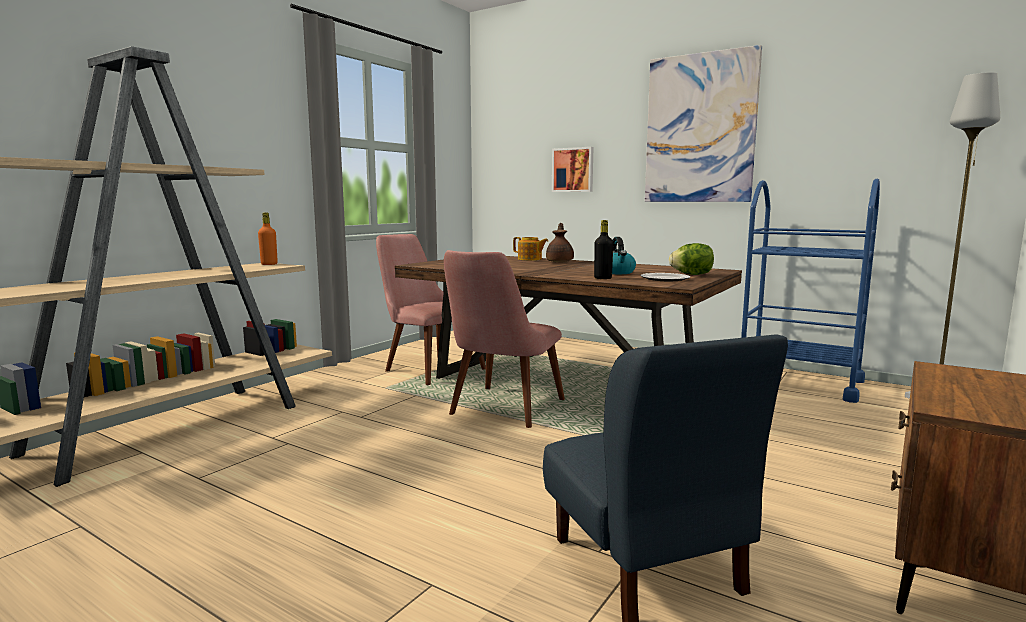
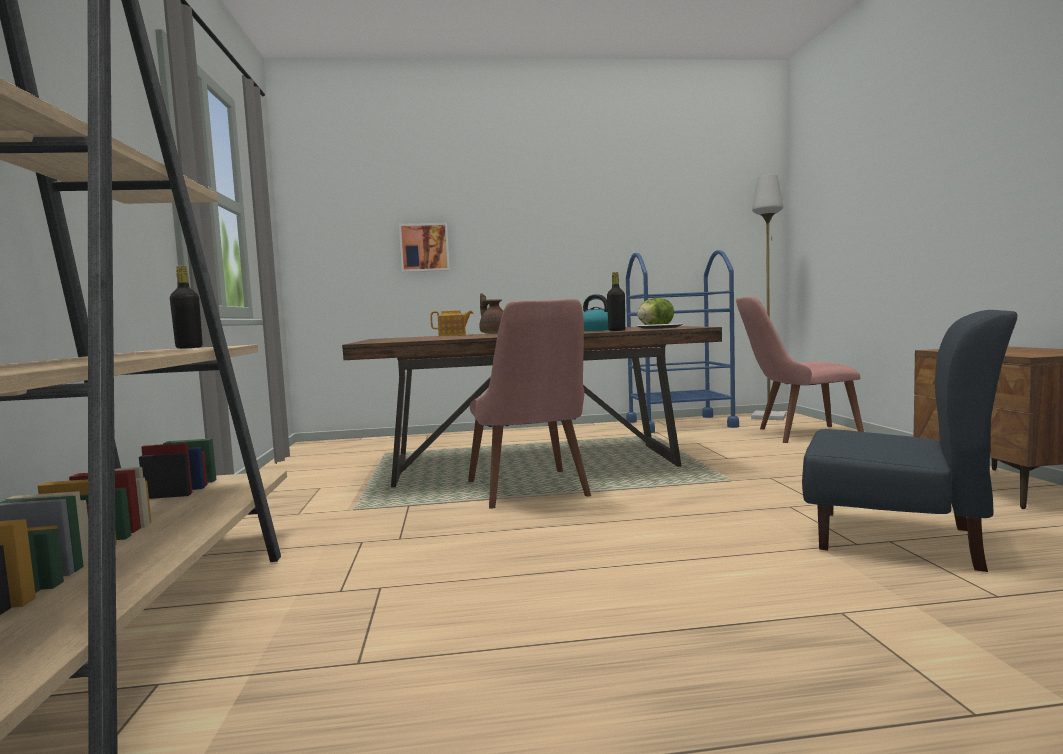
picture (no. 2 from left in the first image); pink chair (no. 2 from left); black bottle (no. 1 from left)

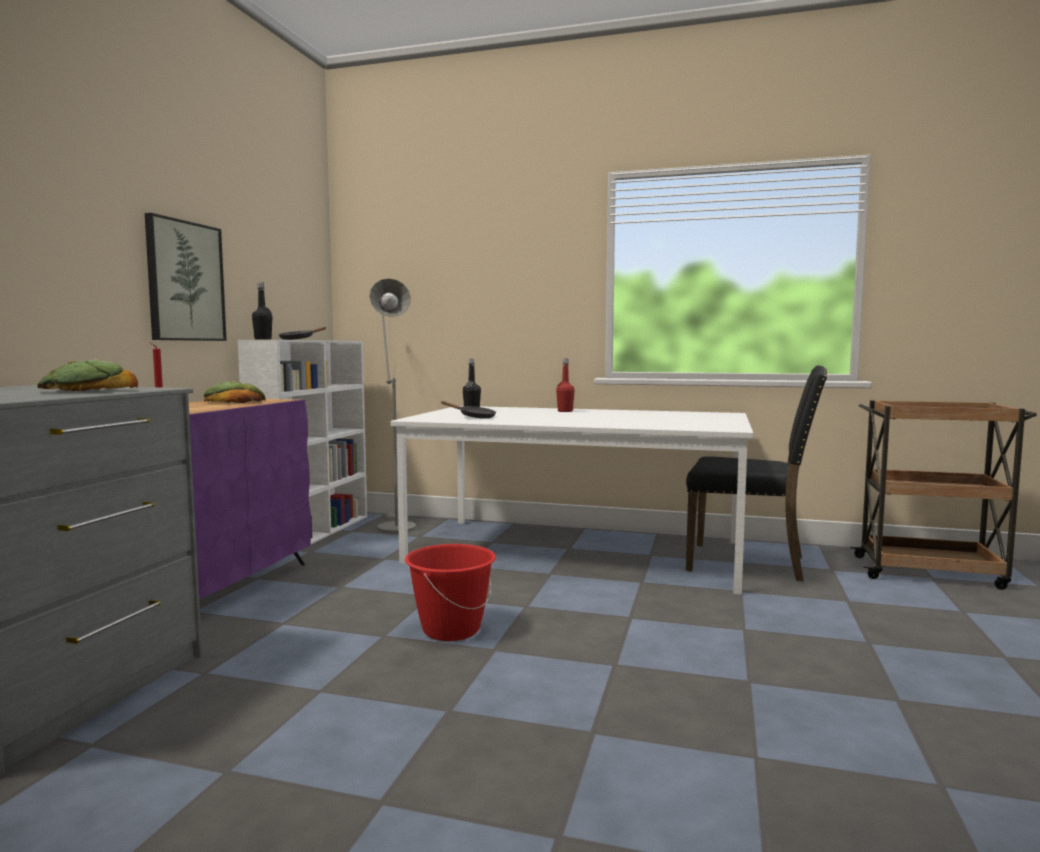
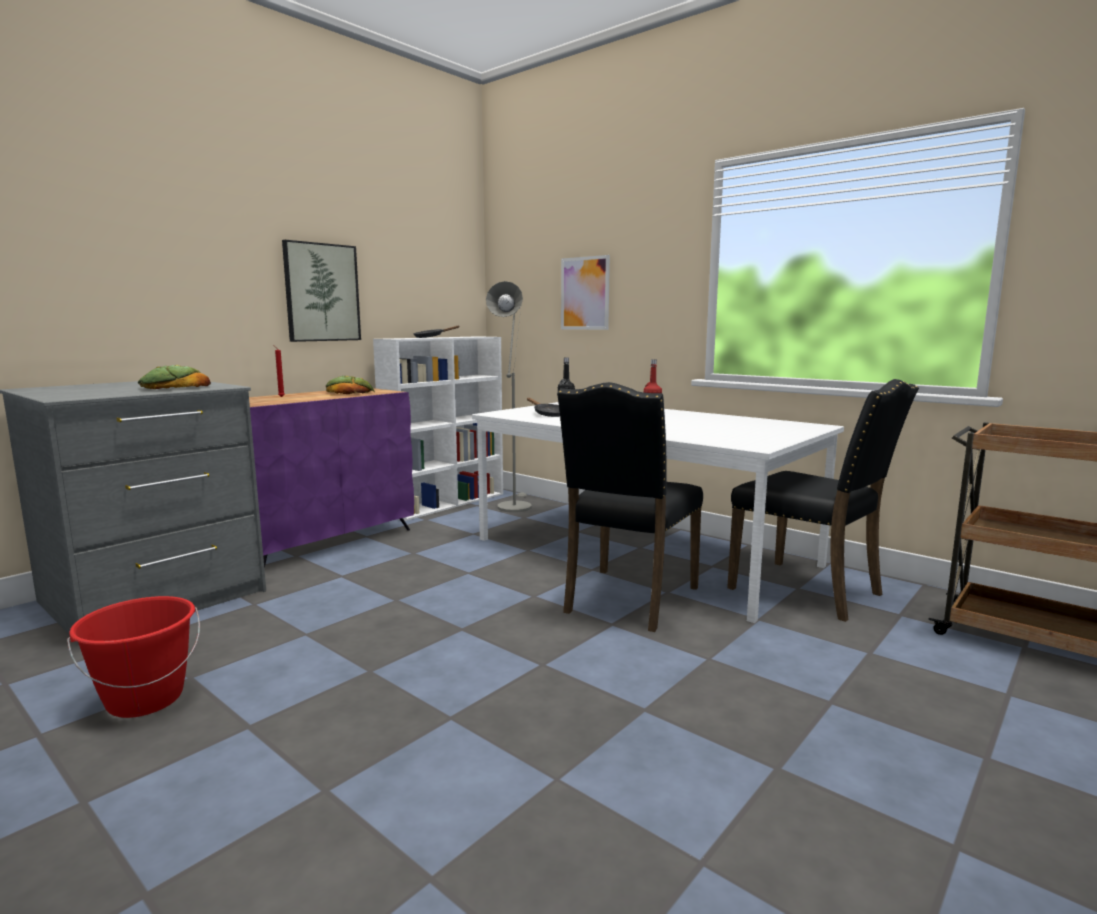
black bottle (no. 1 from left in the first image); black chair (no. 1 from left); picture (no. 2 from left); red bucket

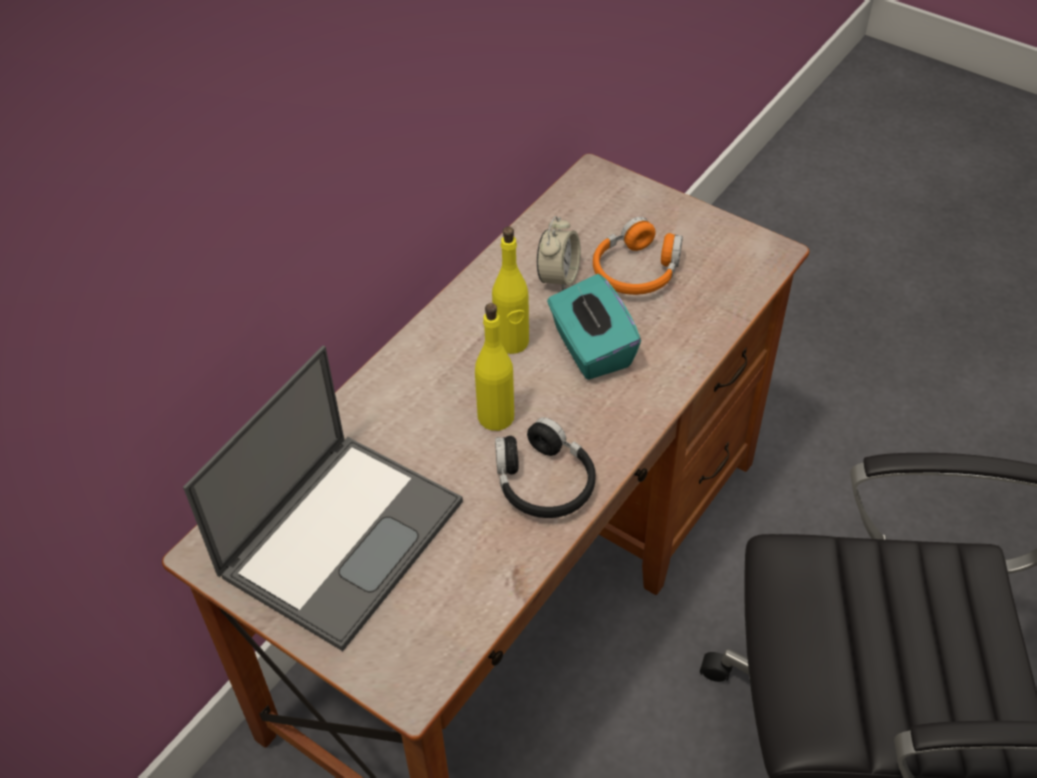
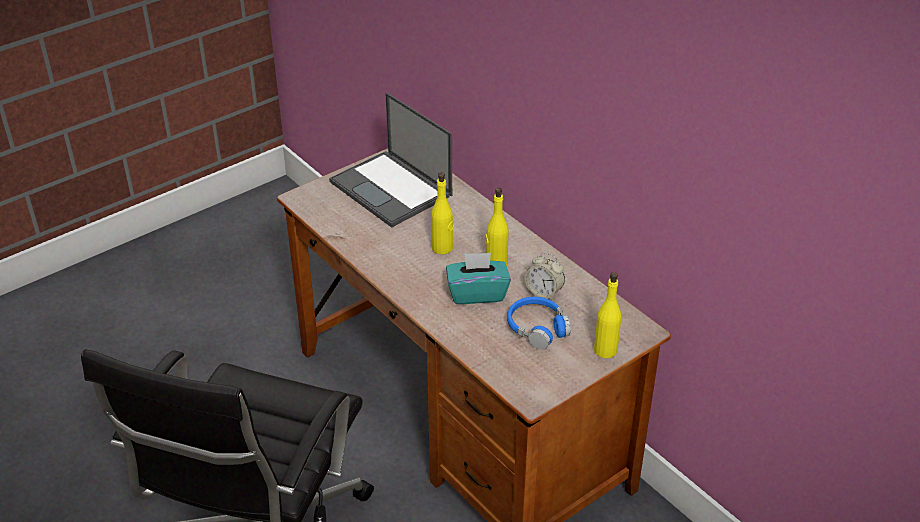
black headphones; yellow bottle (no. 3 from left); blue headphones

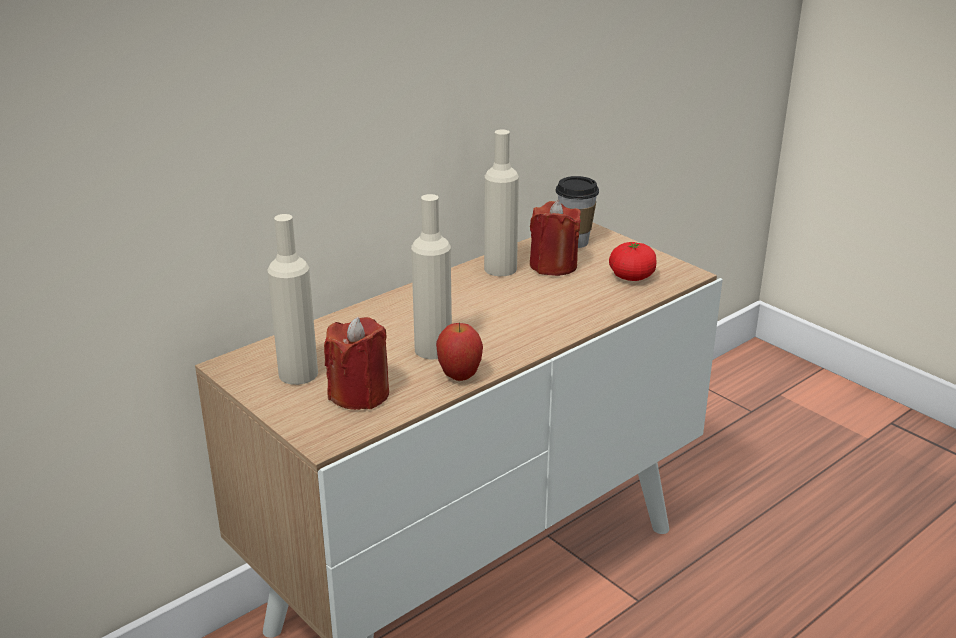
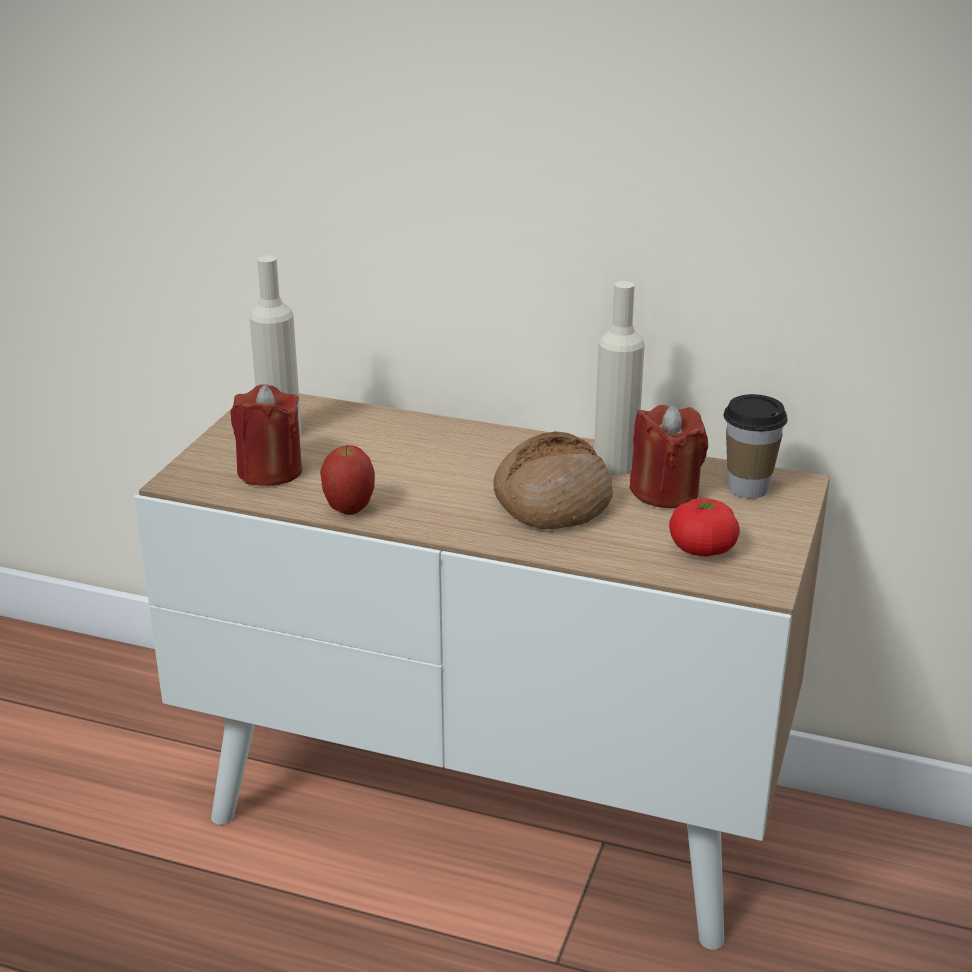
beige bottle (no. 2 from left in the first image); bread

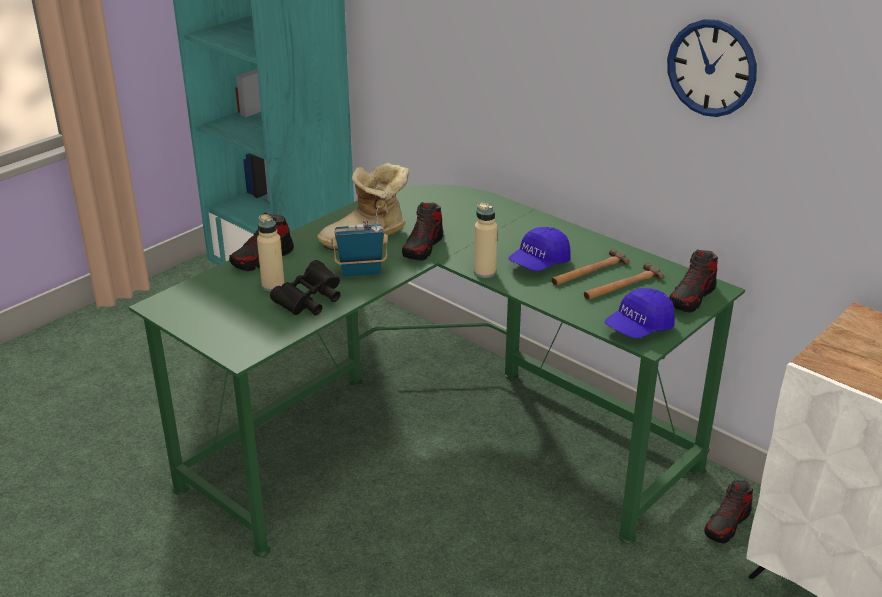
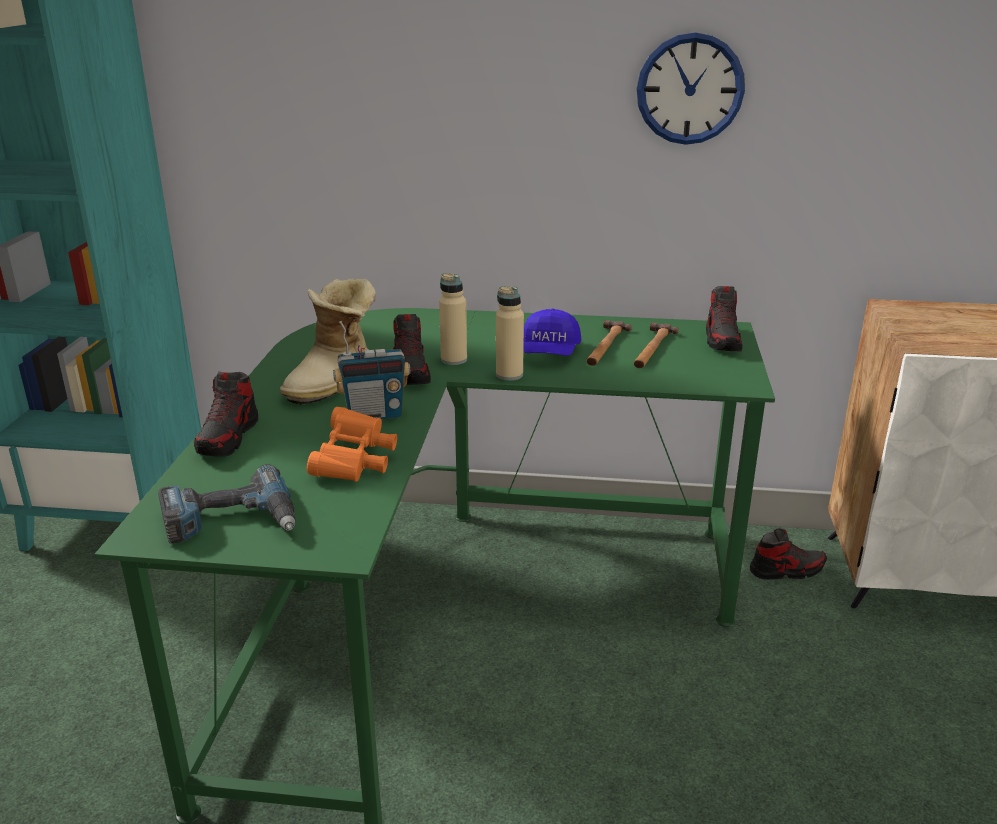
blue cap (no. 2 from left in the first image); power drill; beige bottle (no. 1 from left); orange binoculars; radio; shoe (no. 4 from left)

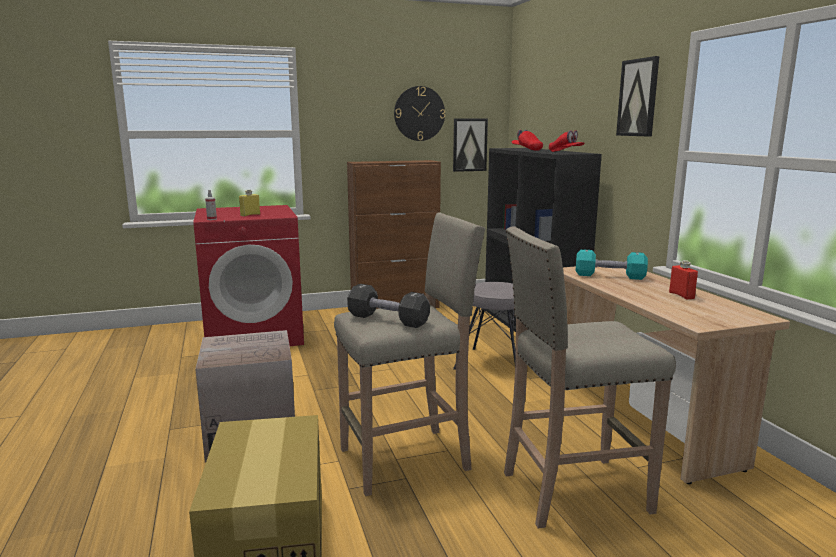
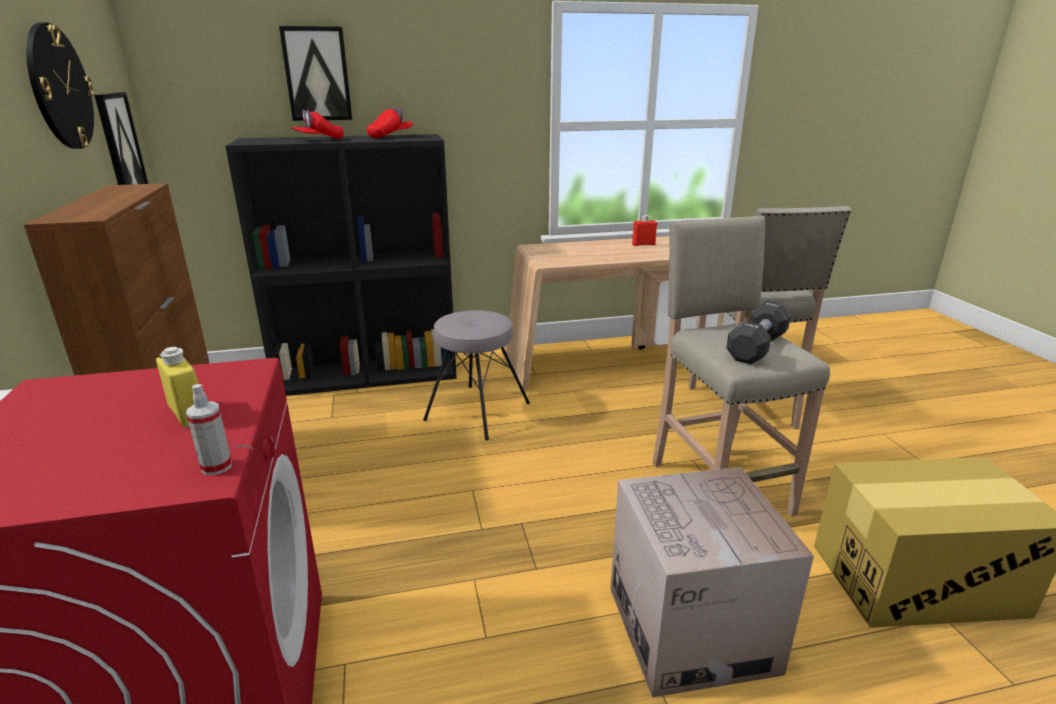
turquoise dumbbell; picture (no. 2 from left)

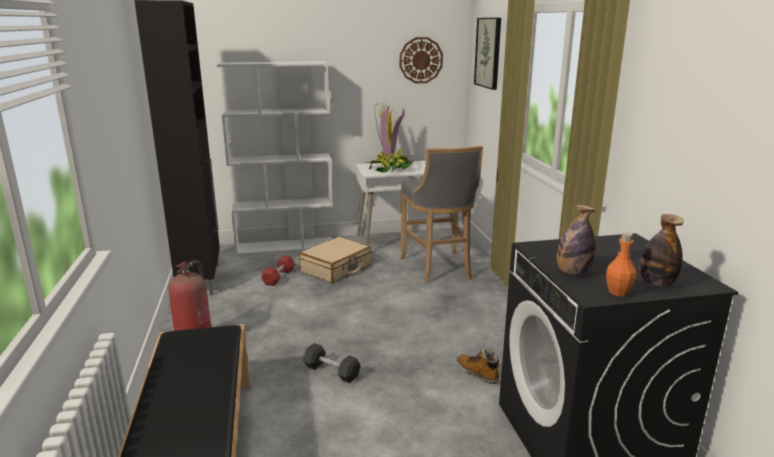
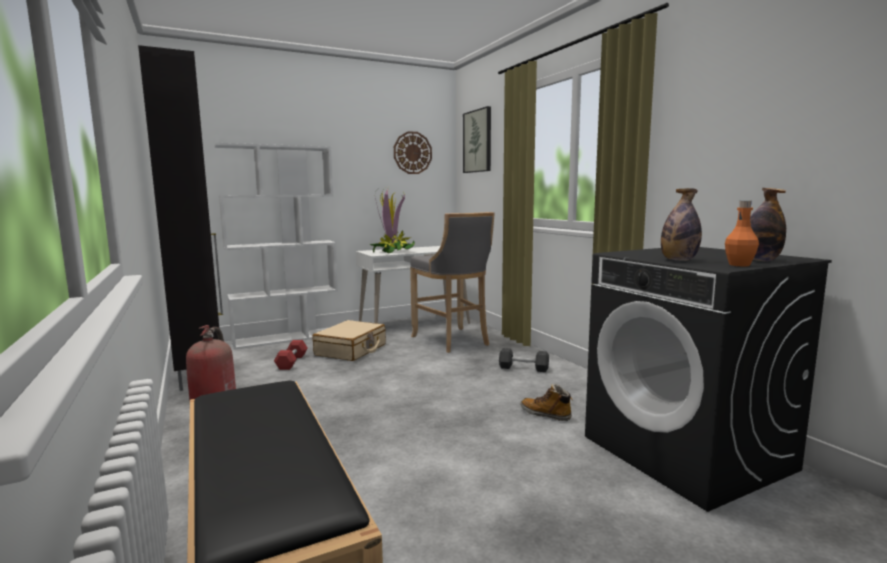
black dumbbell

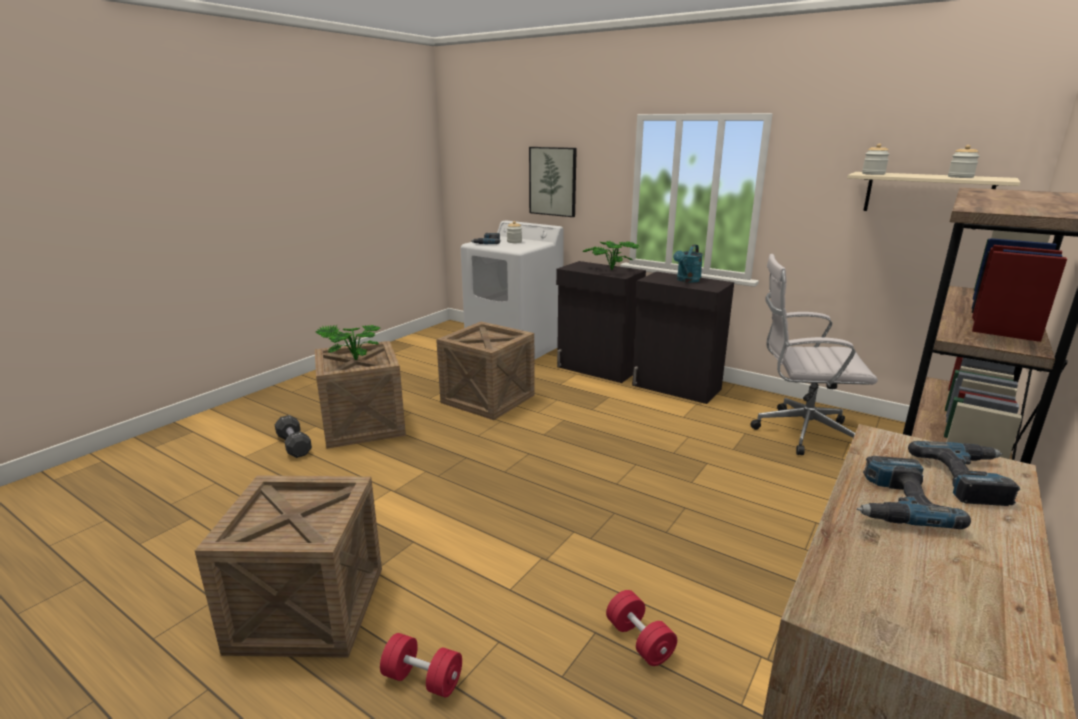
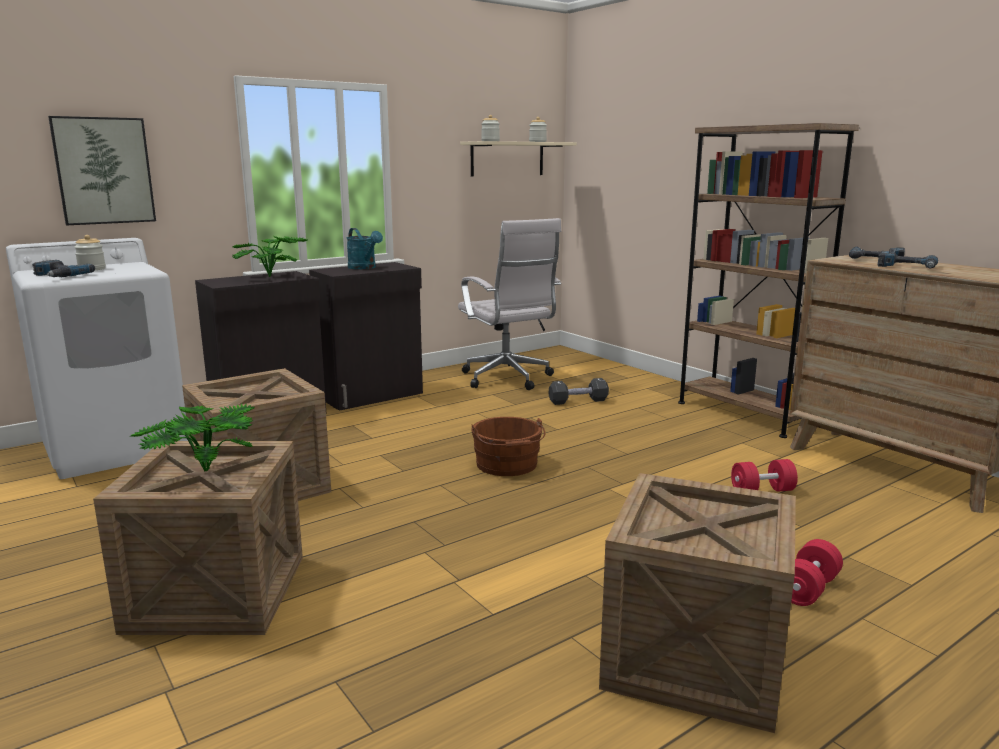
brown bucket; black dumbbell; white office chair

